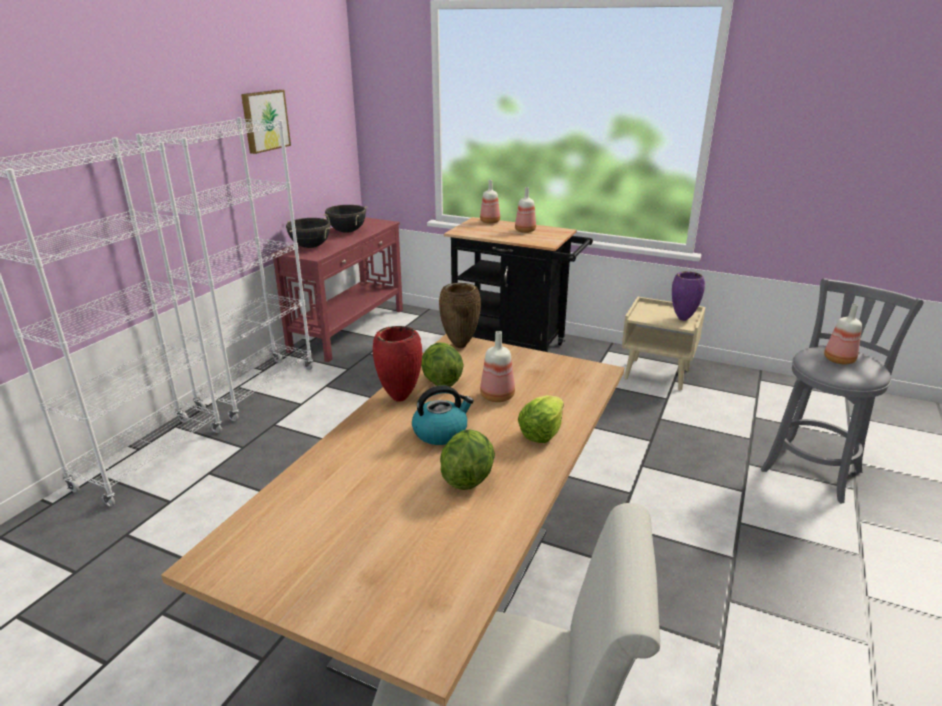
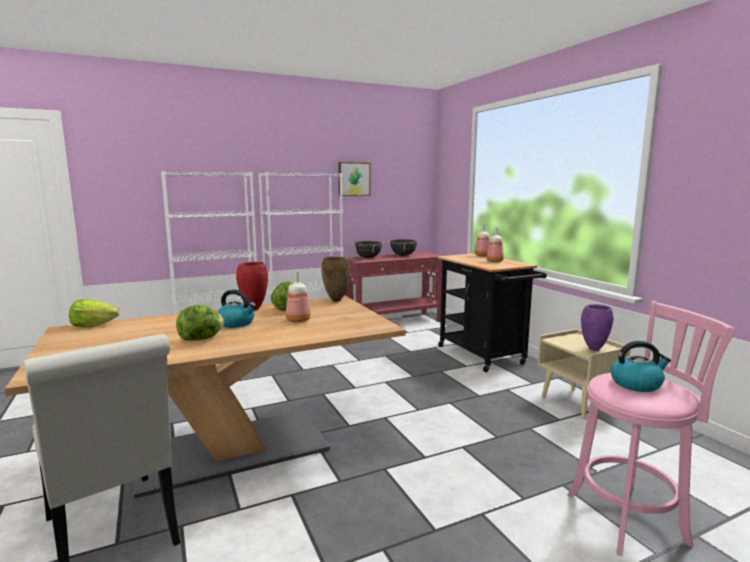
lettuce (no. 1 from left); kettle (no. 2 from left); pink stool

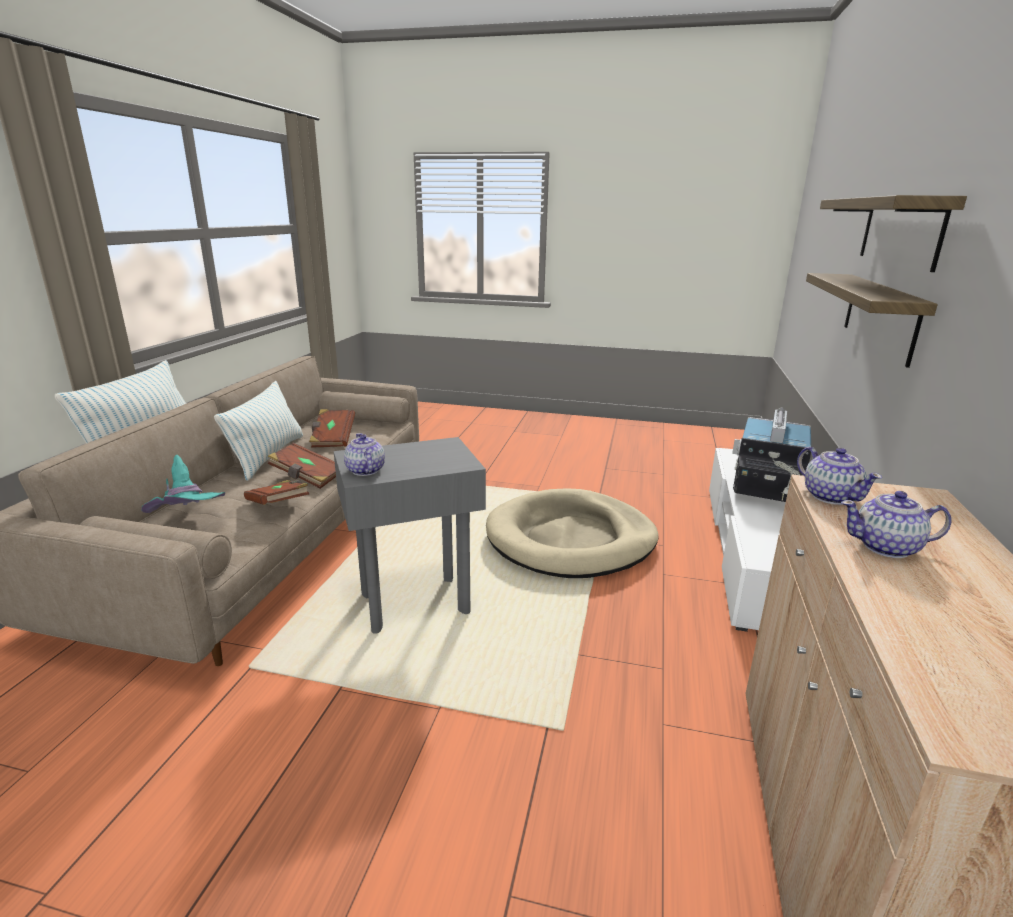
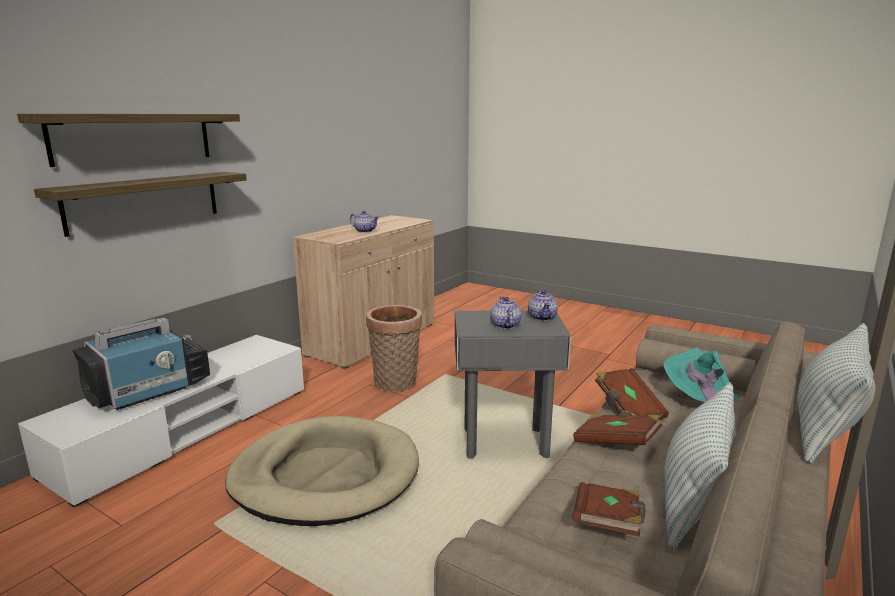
basket; teapot (no. 2 from left)

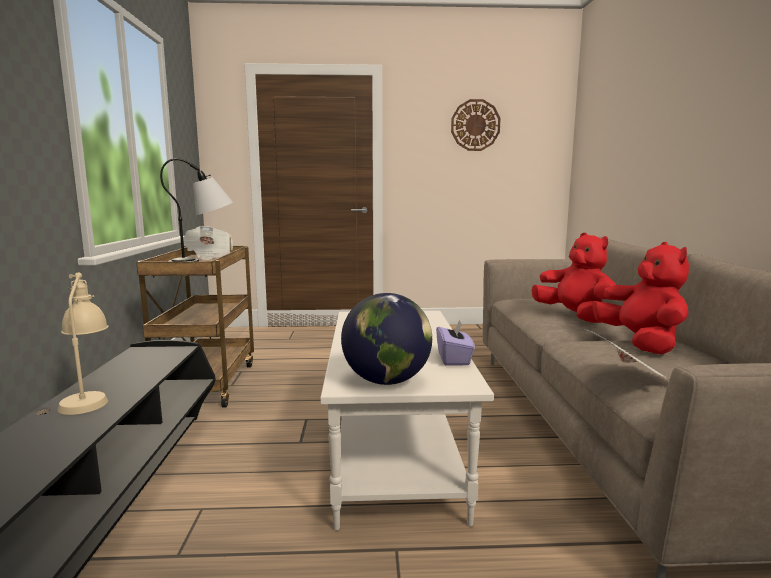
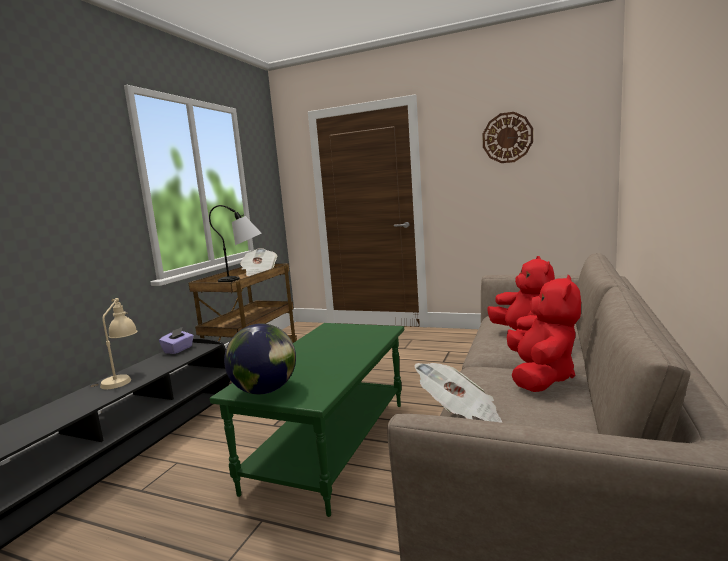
purple tissue box; green coffee table

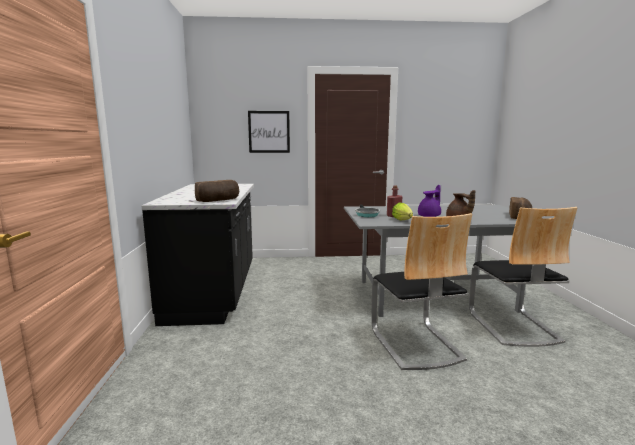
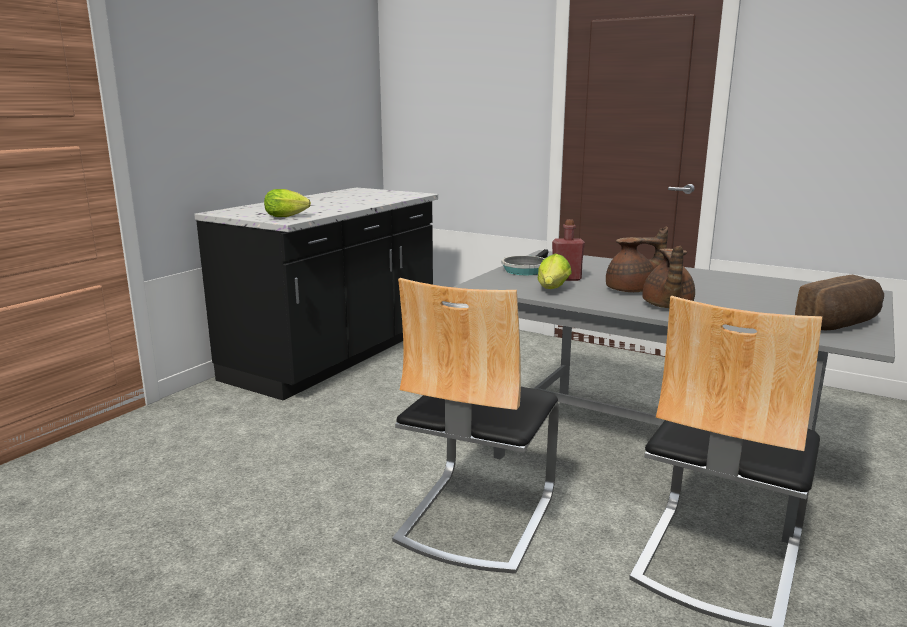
picture; lettuce (no. 1 from left); brown teapot (no. 1 from left)

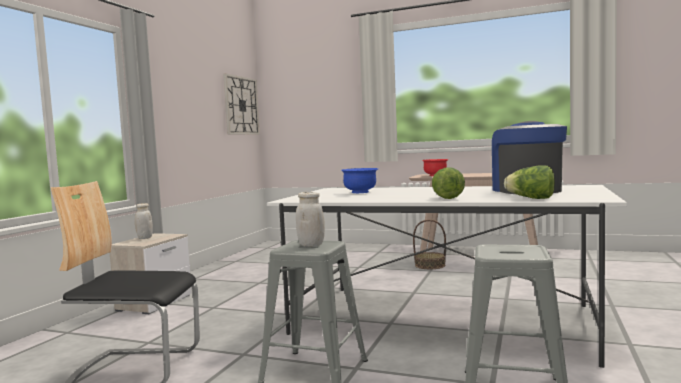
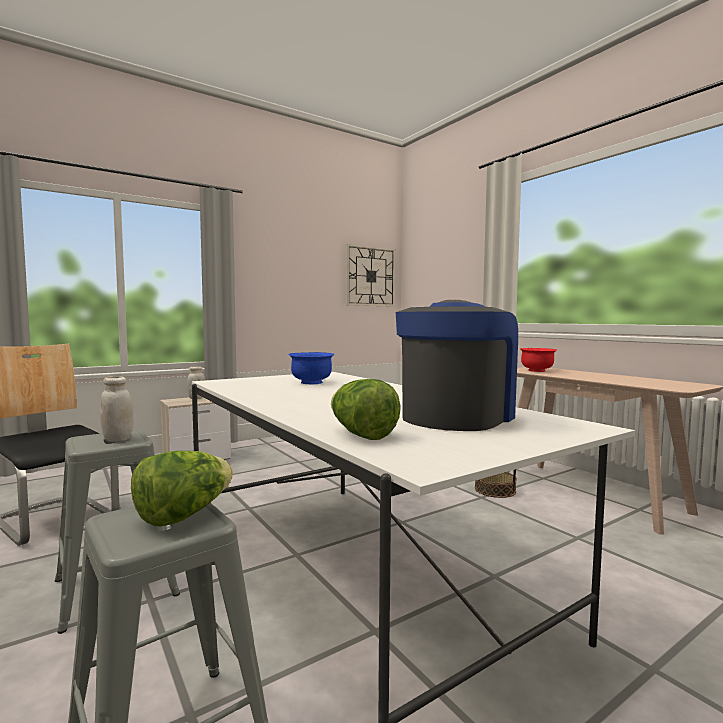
lettuce (no. 1 from left)

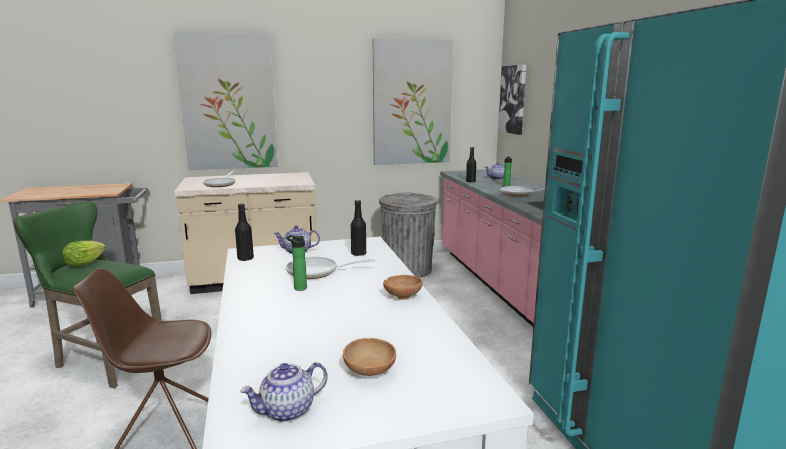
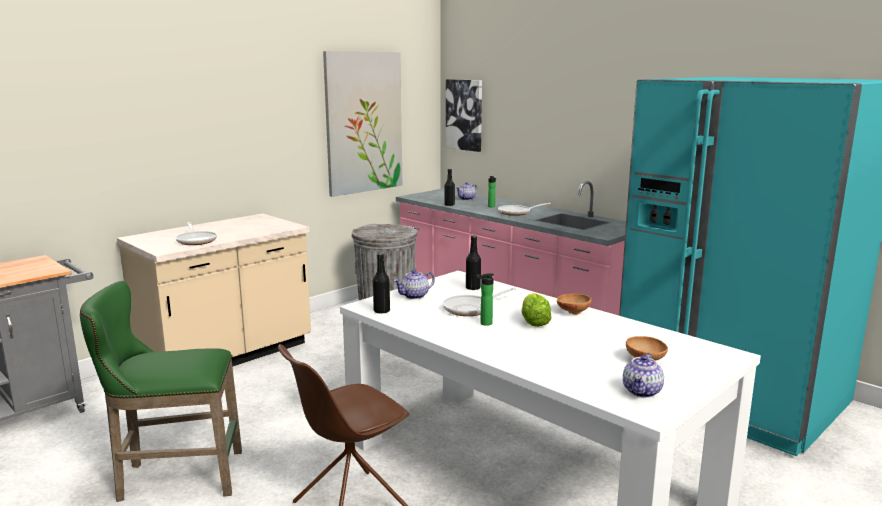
picture (no. 1 from left in the first image); lettuce

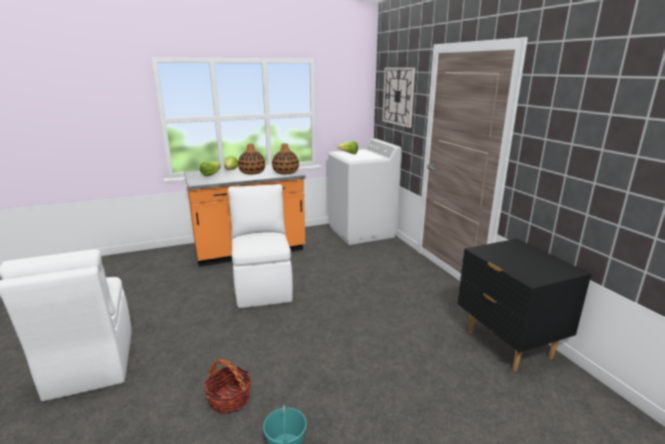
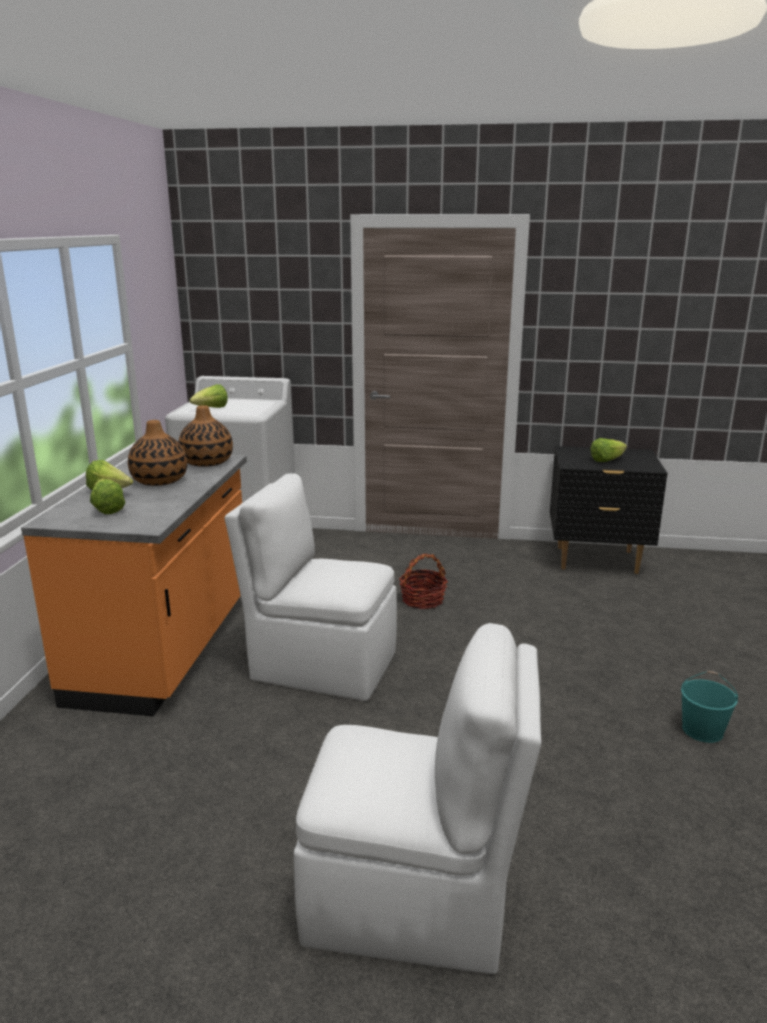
wall clock; lettuce (no. 4 from left); basket

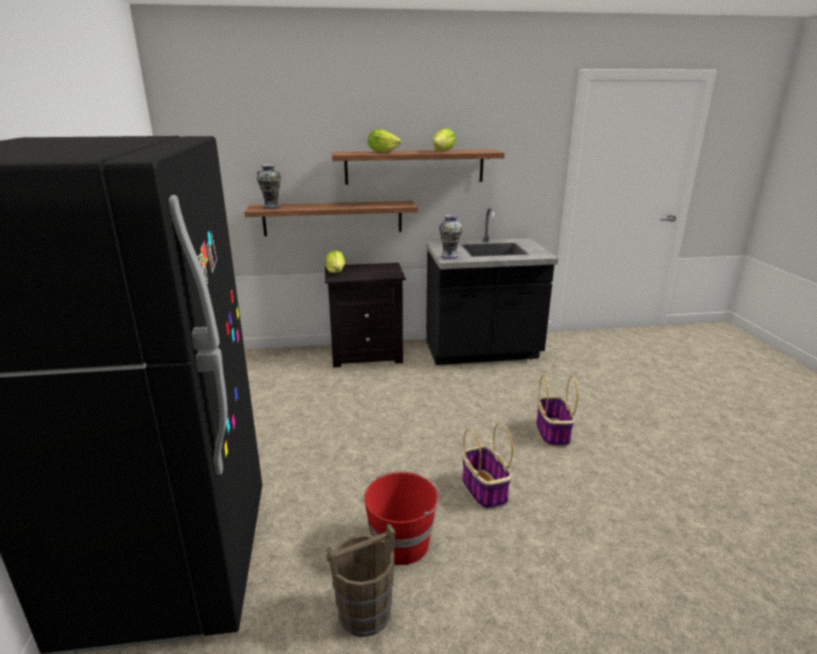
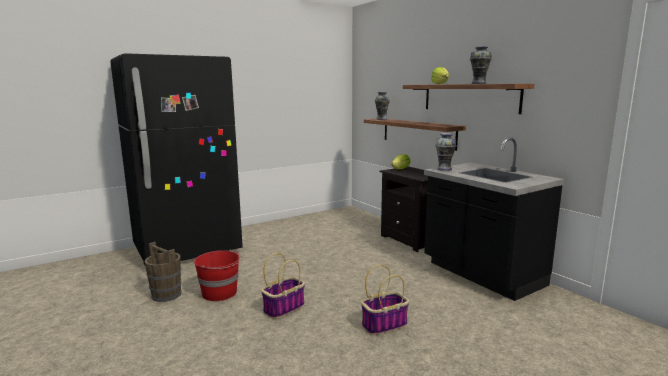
vase (no. 3 from left)

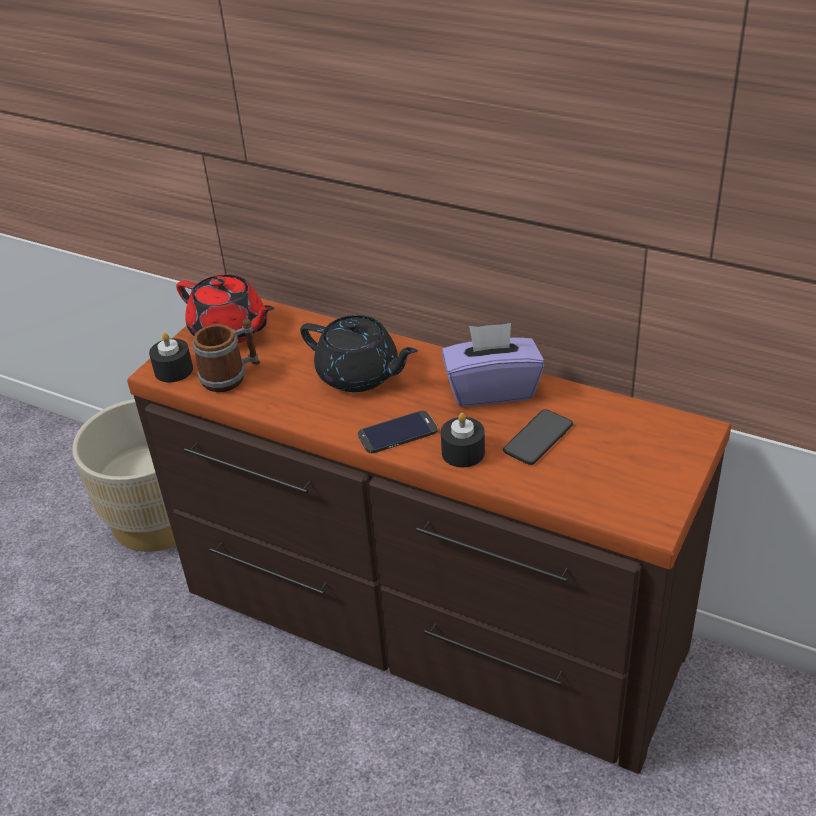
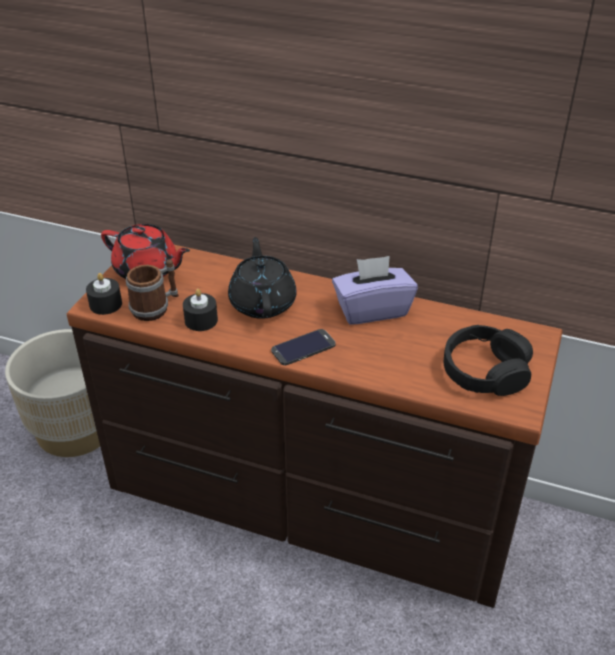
phone (no. 2 from left in the first image); black headphones; black candle (no. 2 from left); black teapot

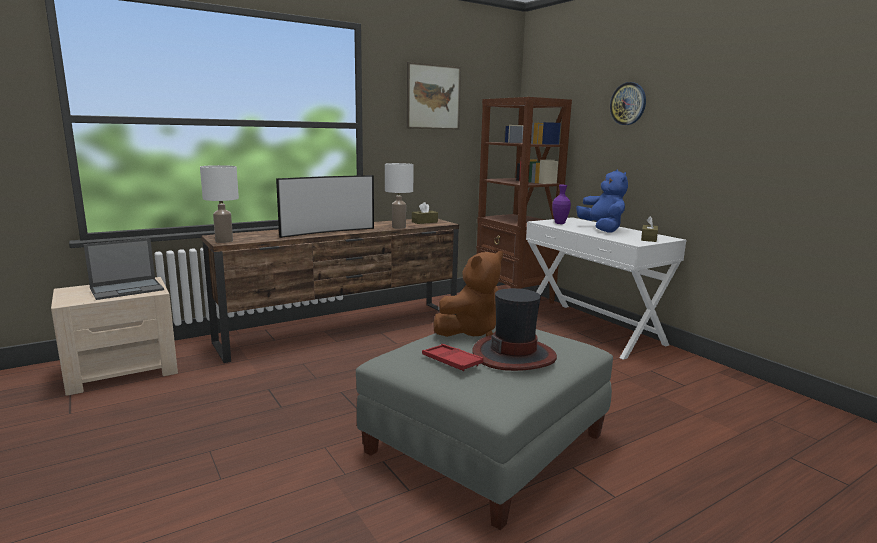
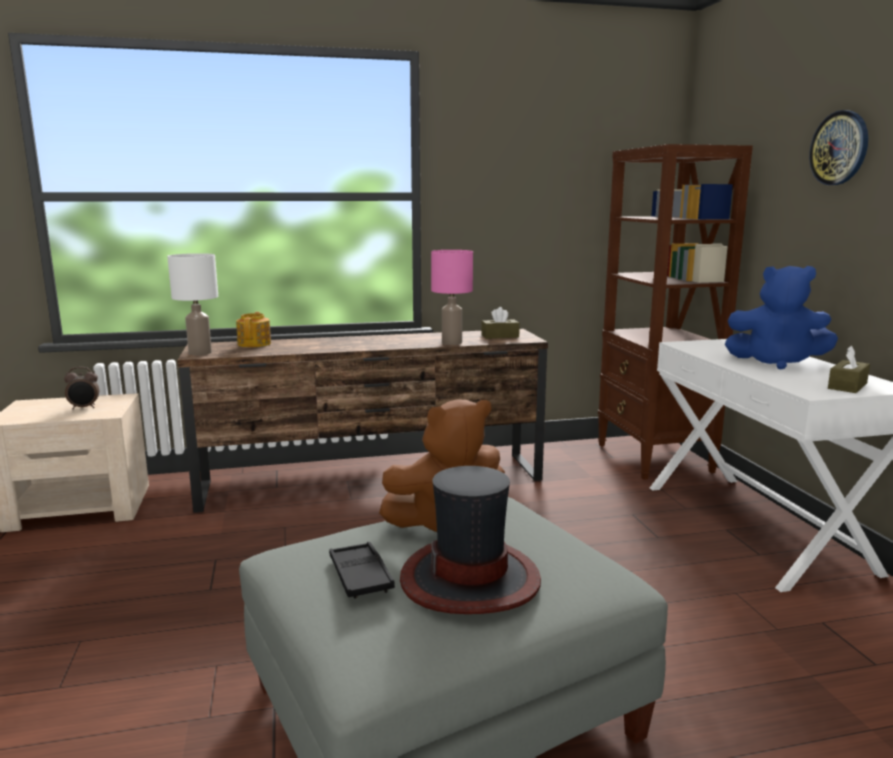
television; picture; purple vase; teapot; alarm clock; pink table lamp; black tray; blue plush toy

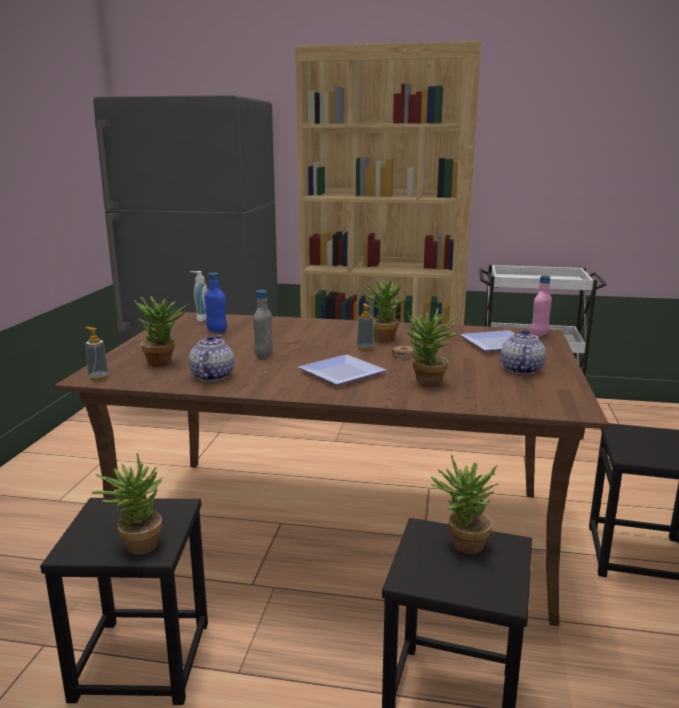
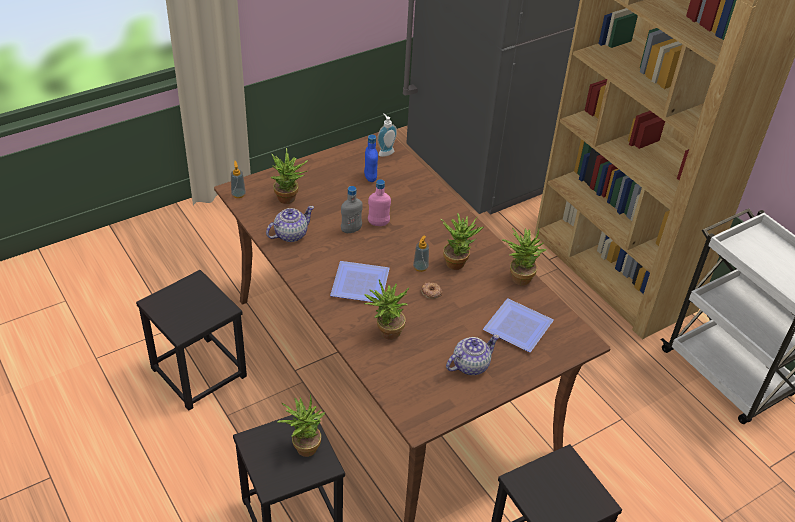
potted plant (no. 5 from left); pink bottle

